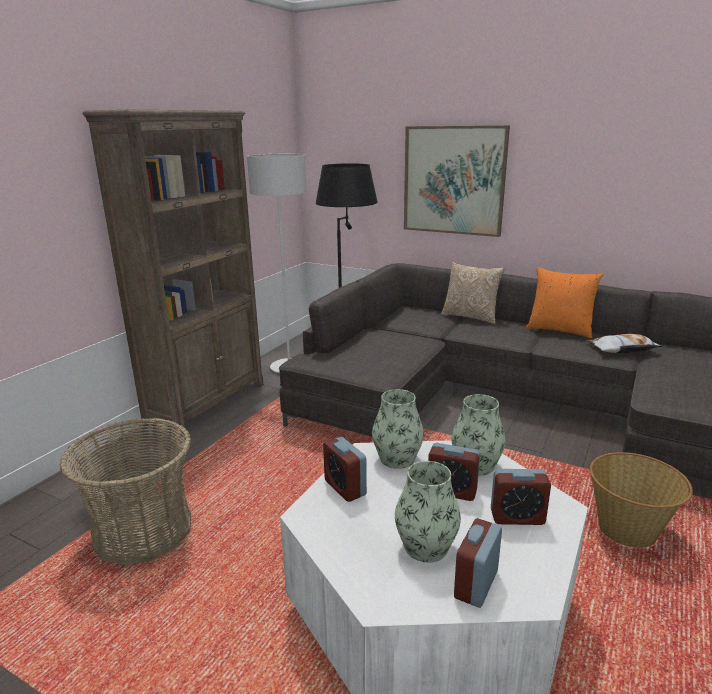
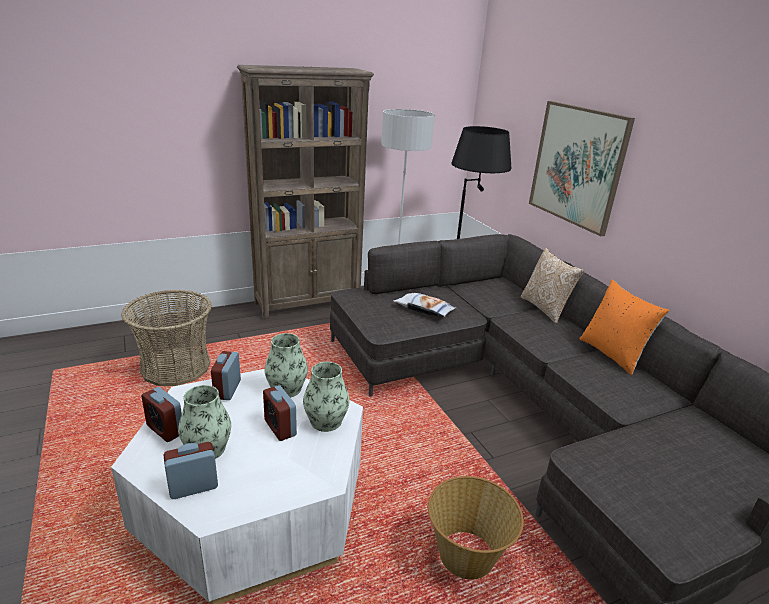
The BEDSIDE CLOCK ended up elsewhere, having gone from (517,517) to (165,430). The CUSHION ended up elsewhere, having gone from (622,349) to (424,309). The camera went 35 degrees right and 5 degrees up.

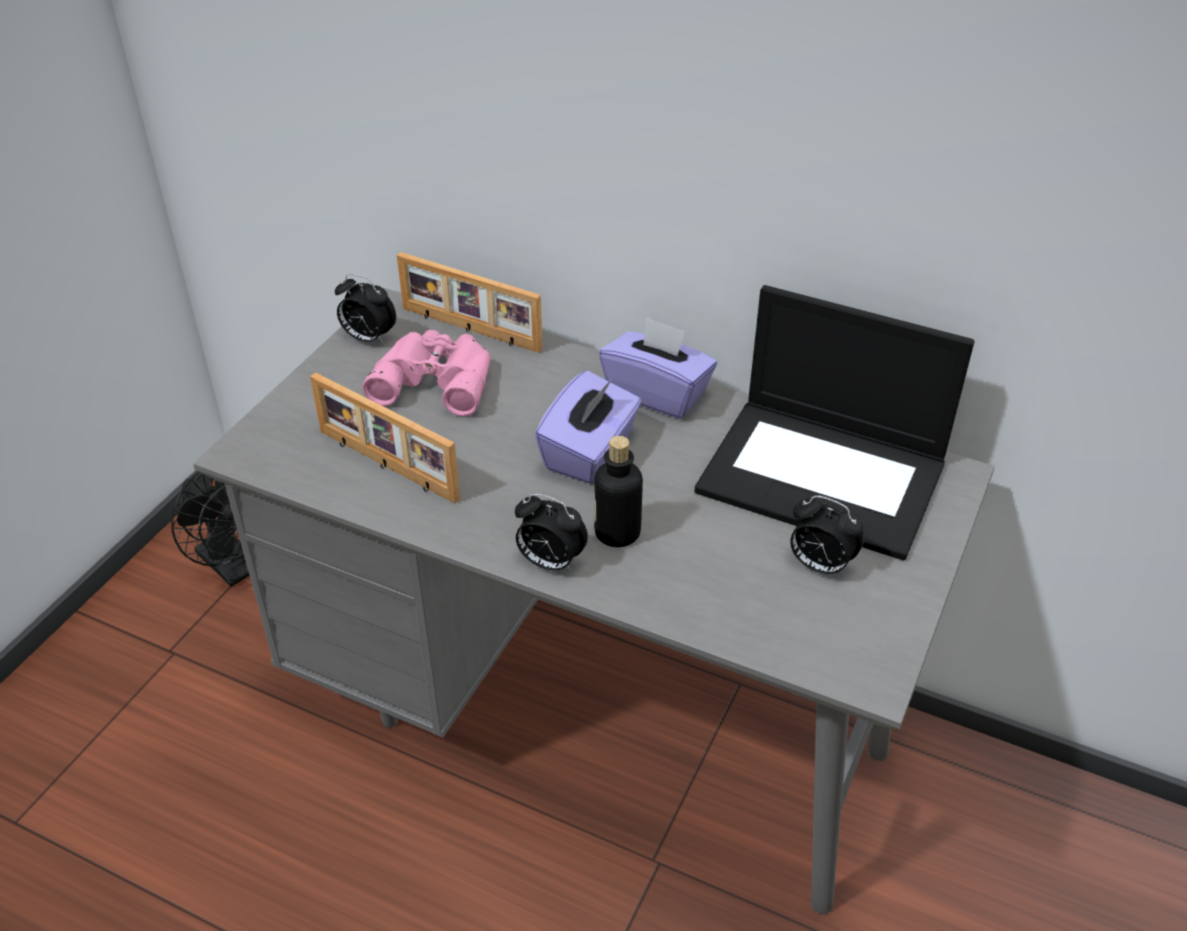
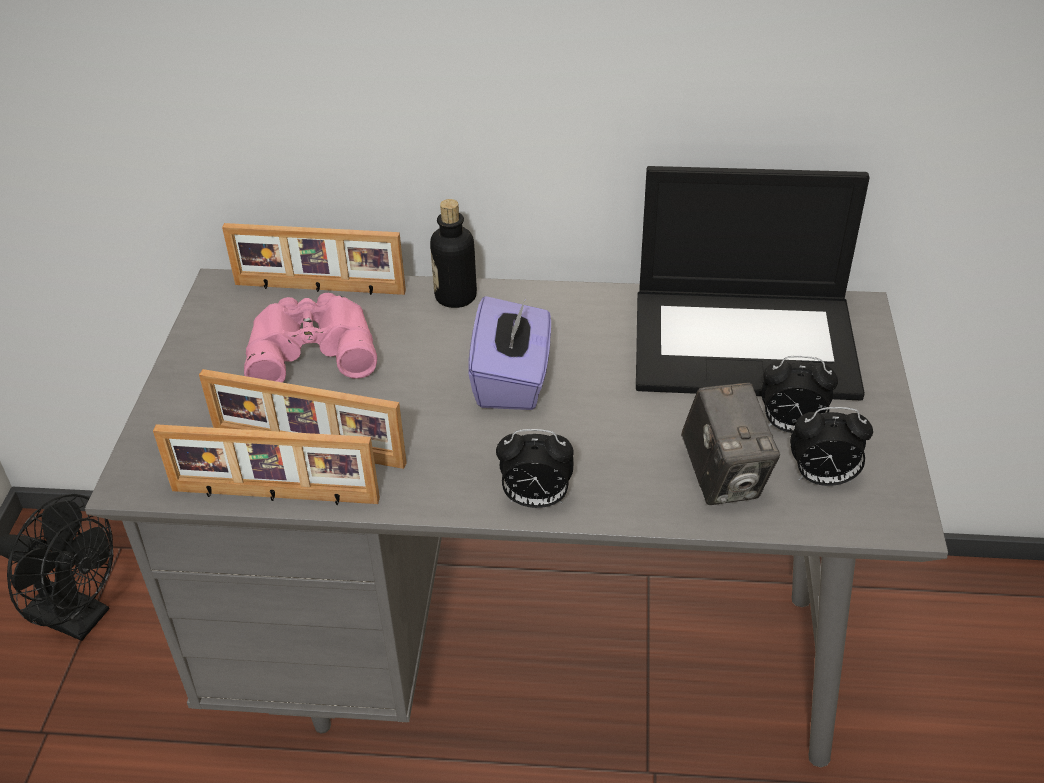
The second view gained the STANDING FRAME at (274,496). The BEVERAGE BOTTLE ended up elsewhere, having gone from (617,532) to (455,296). The second view gained the PHOTO CAMERA at (724,477). The BEDSIDE CLOCK ended up elsewhere, having gone from (368,338) to (822,478). The second view lost the PURPLE-COLOURED TISSUE BOX at (657,393). The camera went 20 degrees left and 0 degrees up.

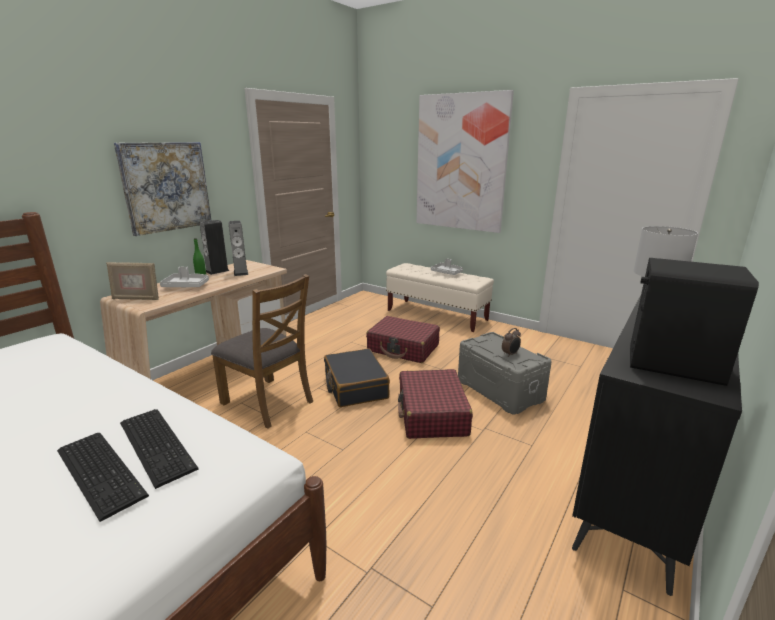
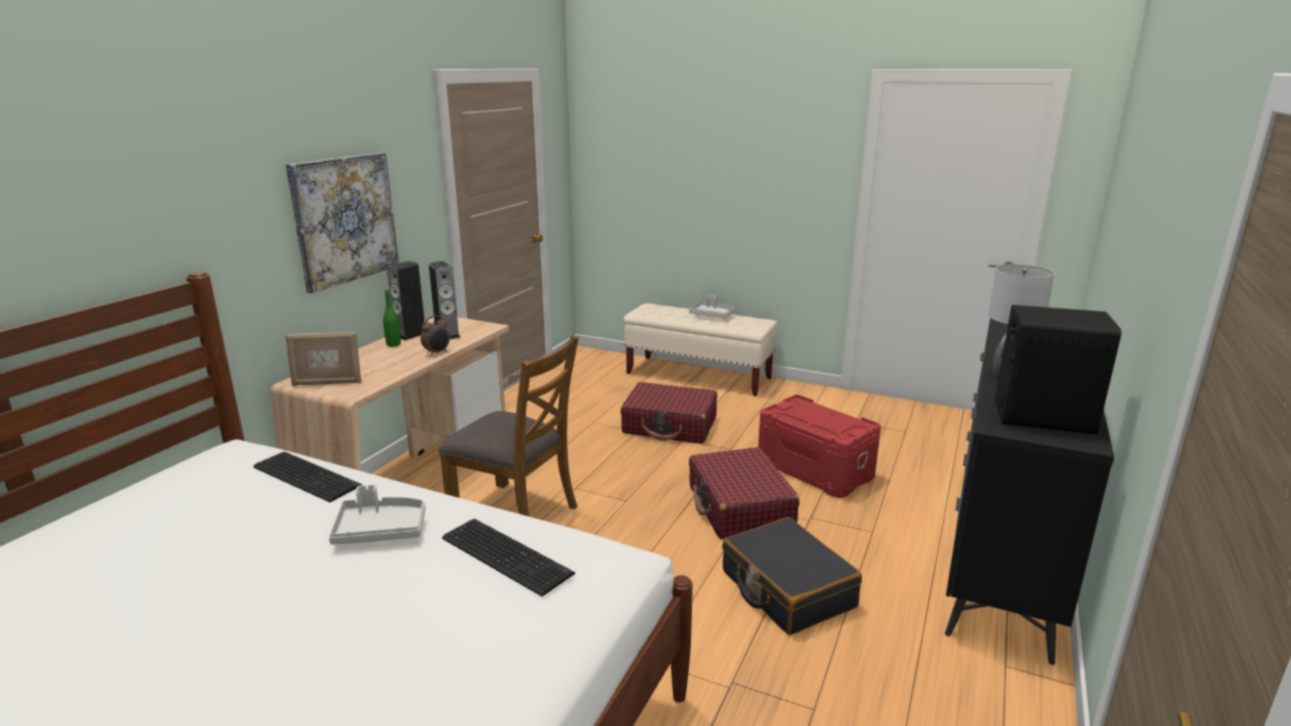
The KEYBOARD ended up elsewhere, having gone from (102,470) to (307,475). The GREYISH CARRYING TRAY ended up elsewhere, having gone from (186,286) to (380,530). The BEDSIDE CLOCK ended up elsewhere, having gone from (510,354) to (437,353). The BLACK-COLOURED PIECE OF LUGGAGE ended up elsewhere, having gone from (355,386) to (786,589). What was the GREYISH STORAGE BOX at (500,390) turned into the RED-COLOURED STORAGE BOX at (815,469). The second view lost the WALL ART at (461,163). The camera went 10 degrees left and 0 degrees up.

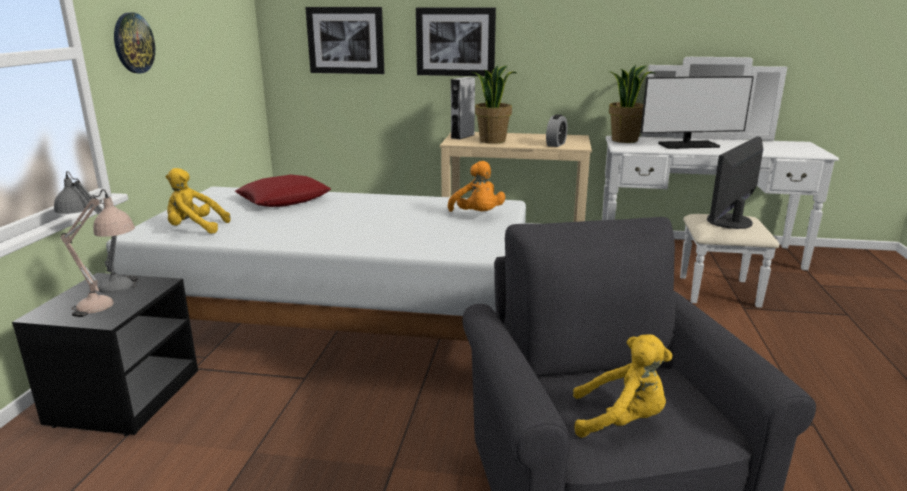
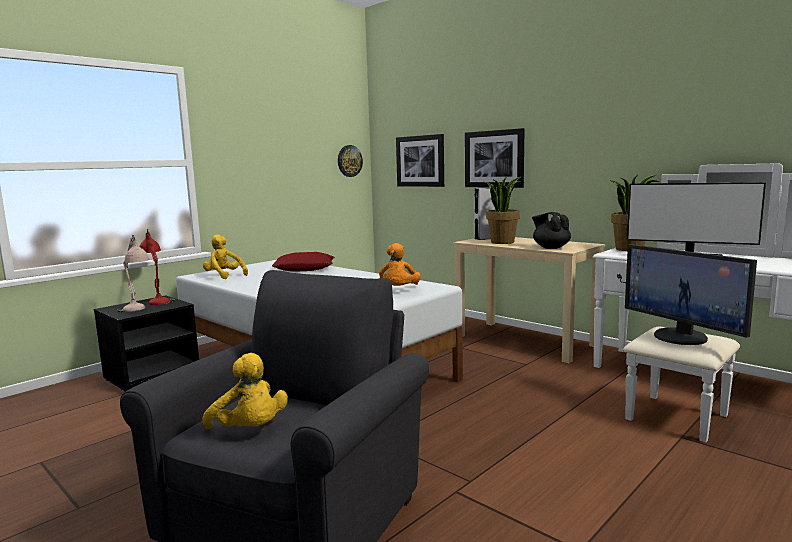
What was the GREYISH TABLE LAMP at (104,283) turned into the RED-COLOURED TABLE LAMP at (158,300). The CLOCK ON THE WALL ended up elsewhere, having gone from (133,43) to (349,161). Where the BEDSIDE CLOCK stood at (556,144), the BLACK-COLOURED TEA POT came to stand at (550,247). The COMPUTER SCREEN at (730,222) ended up facing another way, 105 degrees counterclockwise from before. The camera went 35 degrees right and 10 degrees down.

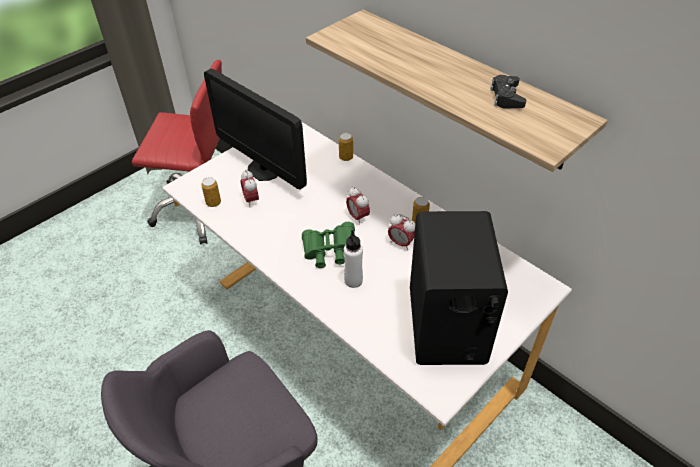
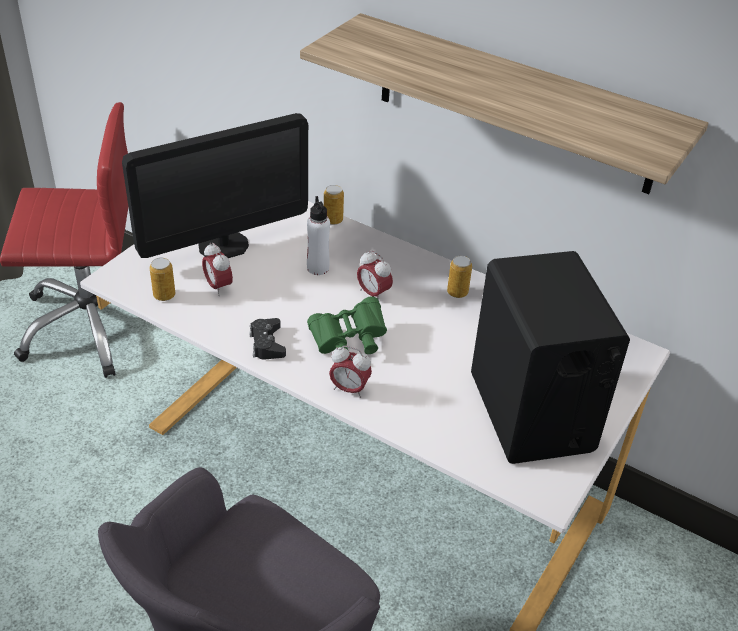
The COMPUTER SCREEN at (264,169) ended up facing another way, 60 degrees counterclockwise from before. The BLACK-COLOURED GAMEPAD ended up elsewhere, having gone from (506,97) to (267,344). The WHITISH BEVERAGE BOTTLE ended up elsewhere, having gone from (353,281) to (318,268). The BEDSIDE CLOCK ended up elsewhere, having gone from (401,243) to (349,389). The camera went 15 degrees left and 5 degrees down.

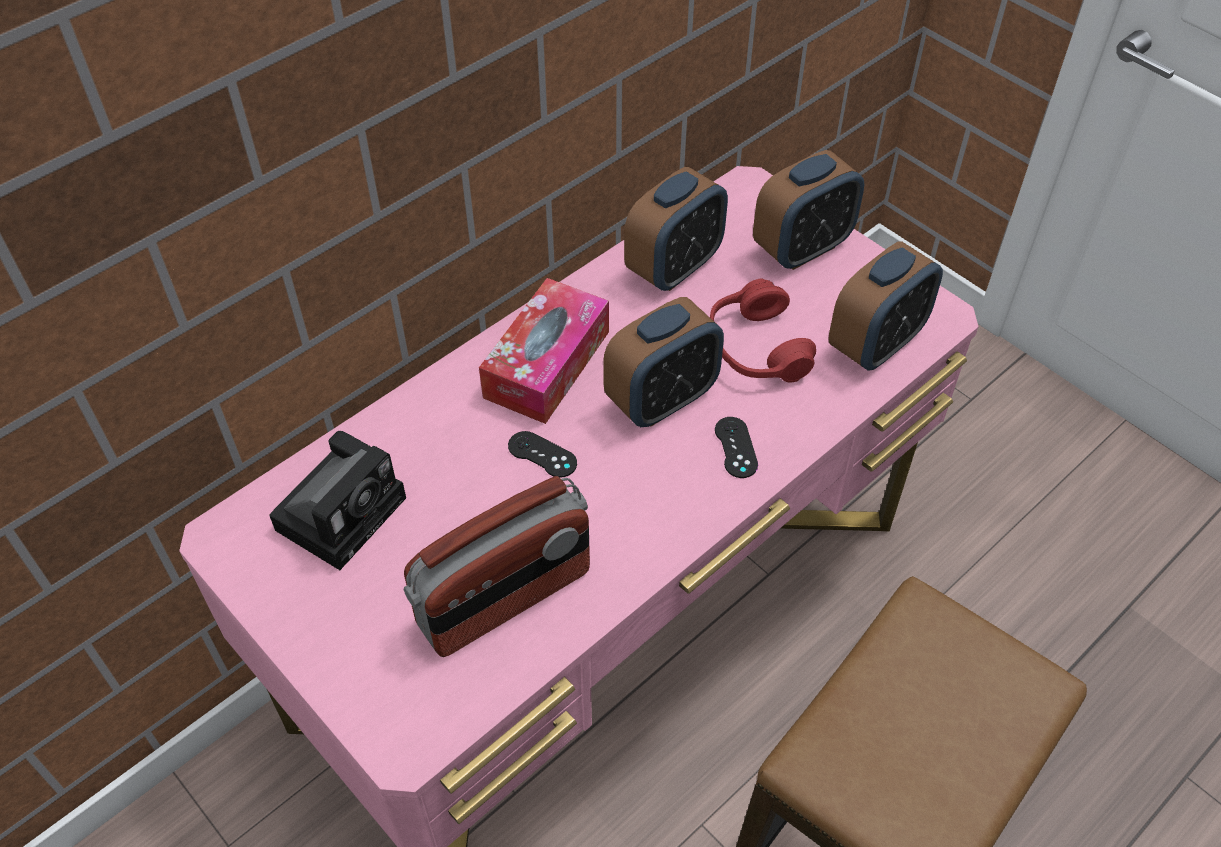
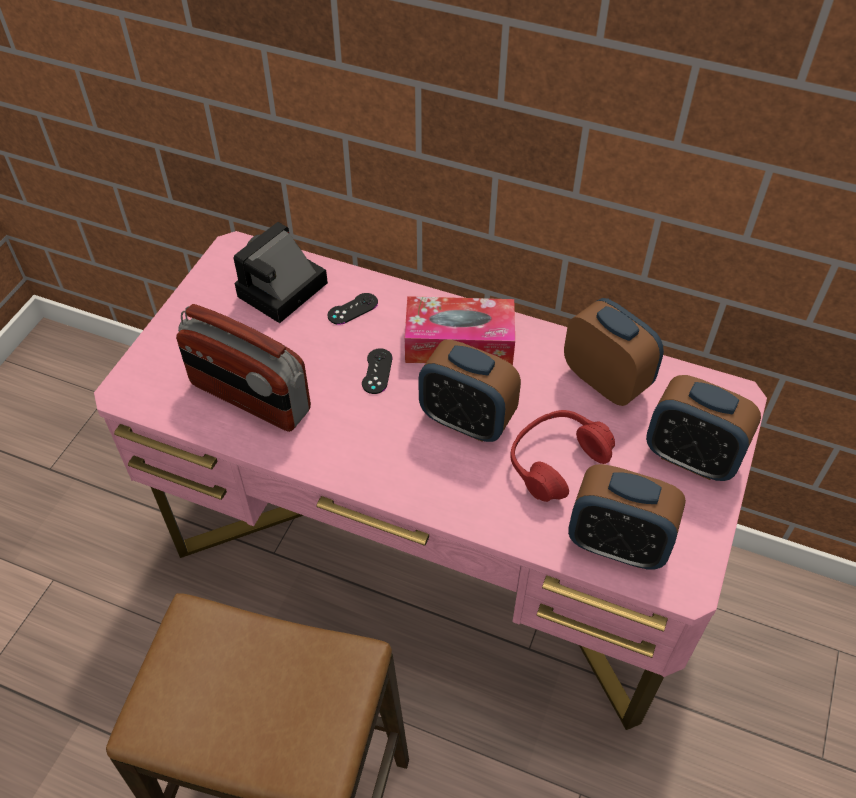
The PHOTO CAMERA at (344,509) ended up facing another way, 120 degrees clockwise from before. The BLACK-COLOURED GAMEPAD ended up elsewhere, having gone from (736,447) to (352,309). The BEDSIDE CLOCK at (674,267) ended up facing another way, 150 degrees counterclockwise from before. The camera went 65 degrees right and 0 degrees up.

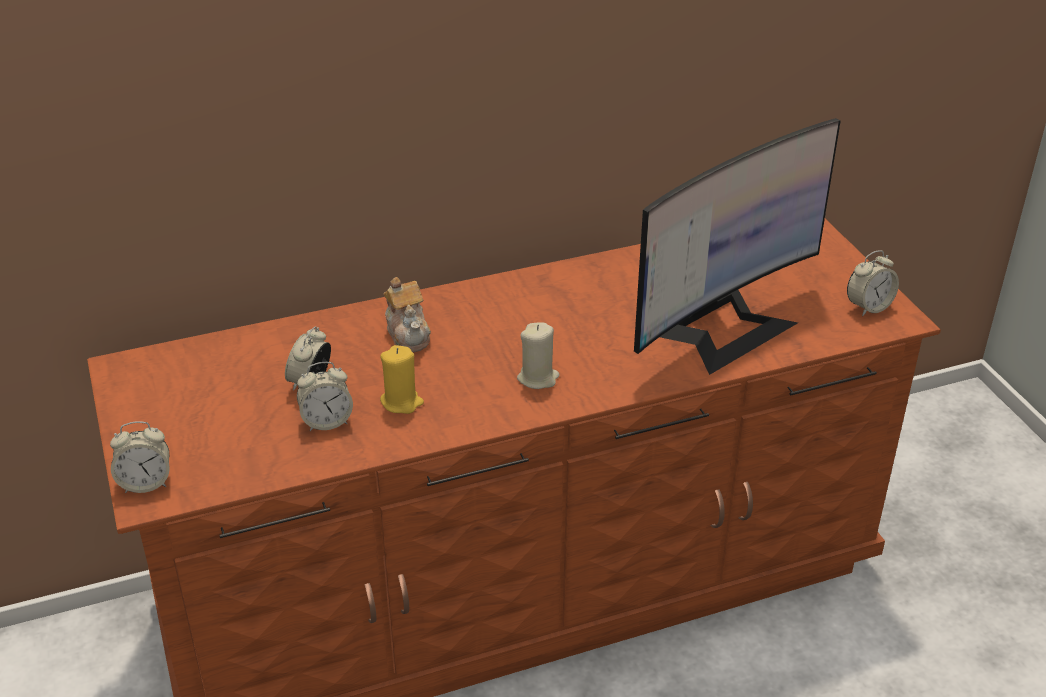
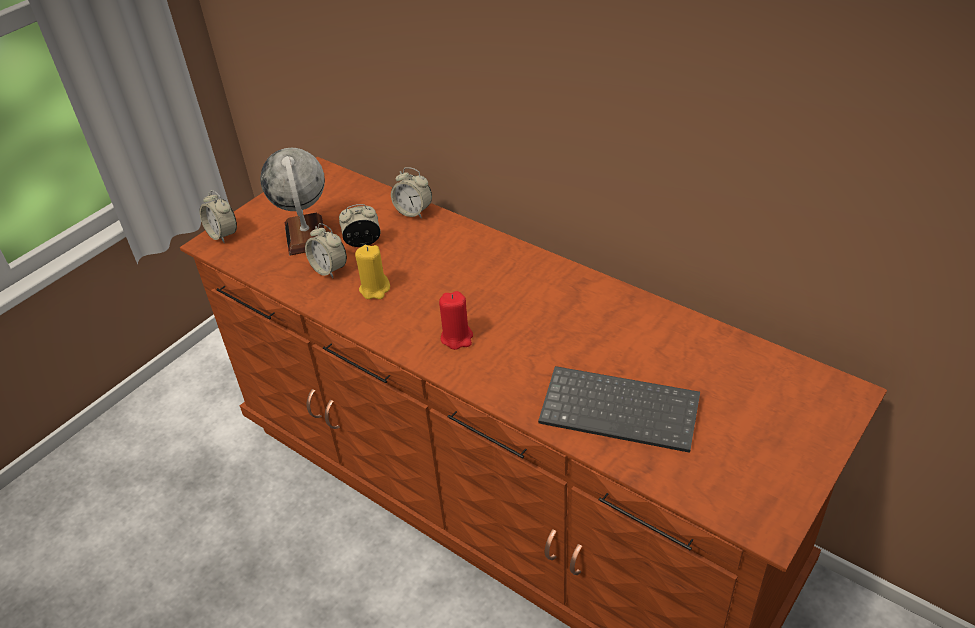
The second view gained the WORLD GLOBE at (306,235). The BEDSIDE CLOCK ended up elsewhere, having gone from (868,307) to (413,211). What was the SAND-COLOURED WAX CANDLE at (538,378) turned into the RED-COLOURED WAX CANDLE at (457,337). Where the COMPUTER SCREEN stood at (723,328), the KEYBOARD came to stand at (621,409). The second view lost the TEA POT at (408,334). The camera went 60 degrees right and 5 degrees up.

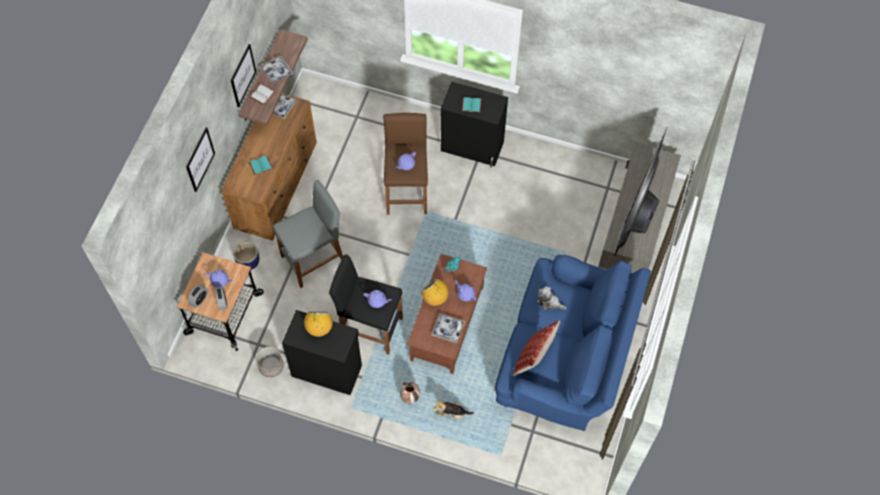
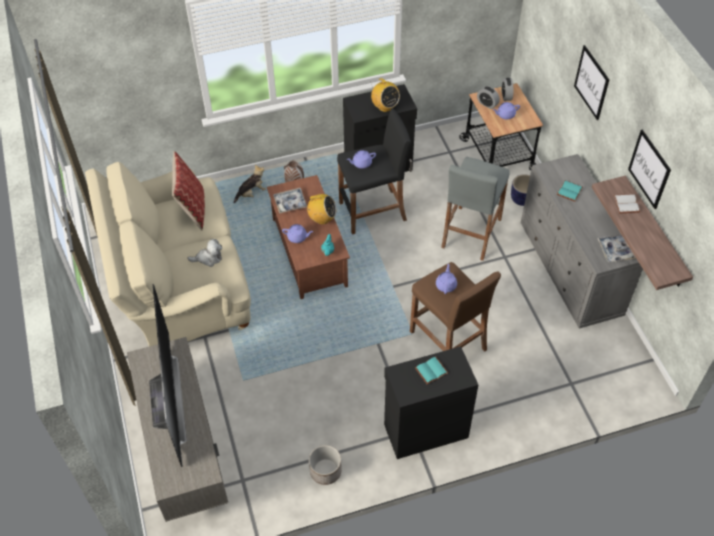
What was the BLUE SOFA at (565,359) turned into the SAND-COLOURED SOFA at (180,285). The PLANT POT ended up elsewhere, having gone from (271,366) to (325,471). What was the BROWN-COLOURED DRESSER at (276,185) turned into the GREYISH DRESSER at (570,270). The second view lost the CARRYING TRAY at (276,72). The camera went 145 degrees right and 10 degrees down.

